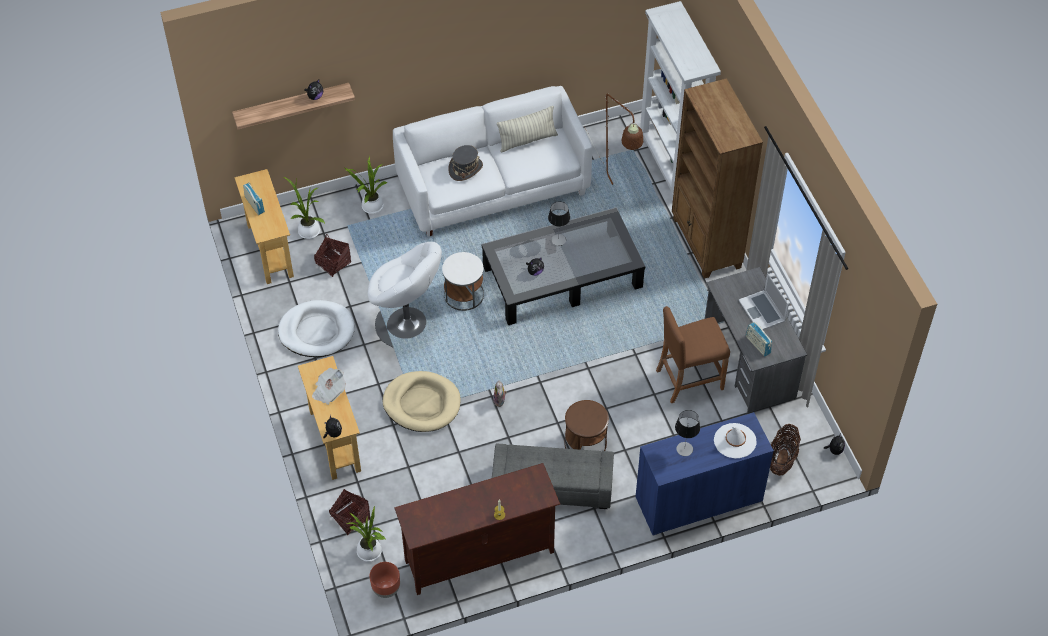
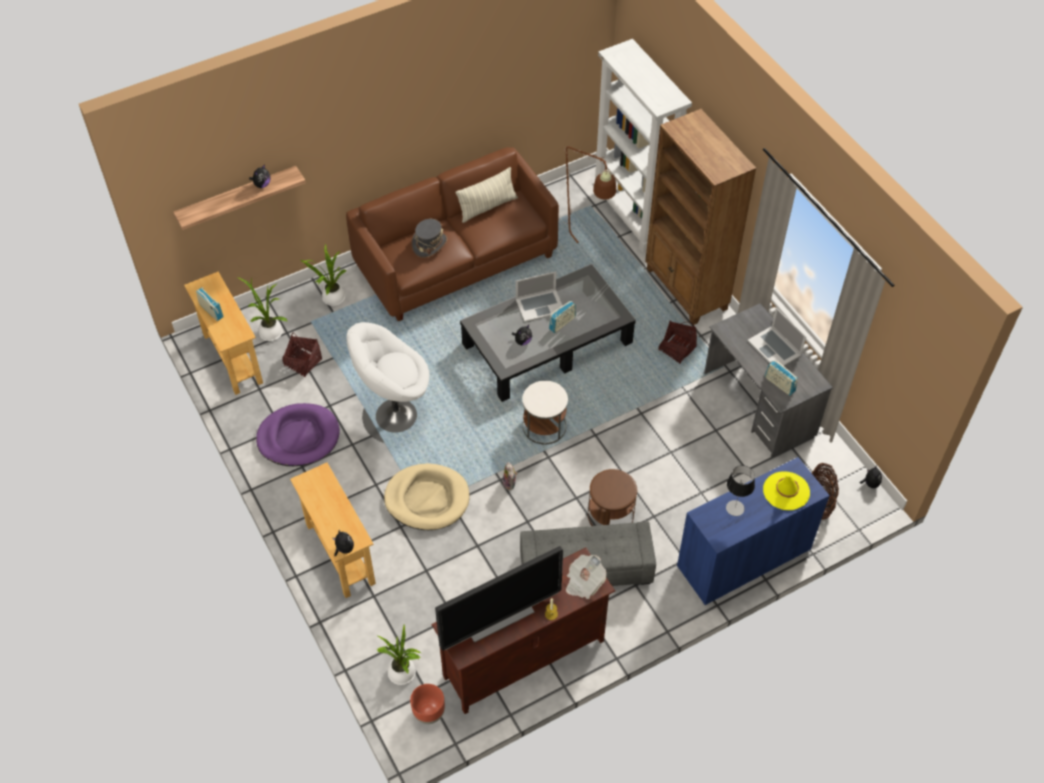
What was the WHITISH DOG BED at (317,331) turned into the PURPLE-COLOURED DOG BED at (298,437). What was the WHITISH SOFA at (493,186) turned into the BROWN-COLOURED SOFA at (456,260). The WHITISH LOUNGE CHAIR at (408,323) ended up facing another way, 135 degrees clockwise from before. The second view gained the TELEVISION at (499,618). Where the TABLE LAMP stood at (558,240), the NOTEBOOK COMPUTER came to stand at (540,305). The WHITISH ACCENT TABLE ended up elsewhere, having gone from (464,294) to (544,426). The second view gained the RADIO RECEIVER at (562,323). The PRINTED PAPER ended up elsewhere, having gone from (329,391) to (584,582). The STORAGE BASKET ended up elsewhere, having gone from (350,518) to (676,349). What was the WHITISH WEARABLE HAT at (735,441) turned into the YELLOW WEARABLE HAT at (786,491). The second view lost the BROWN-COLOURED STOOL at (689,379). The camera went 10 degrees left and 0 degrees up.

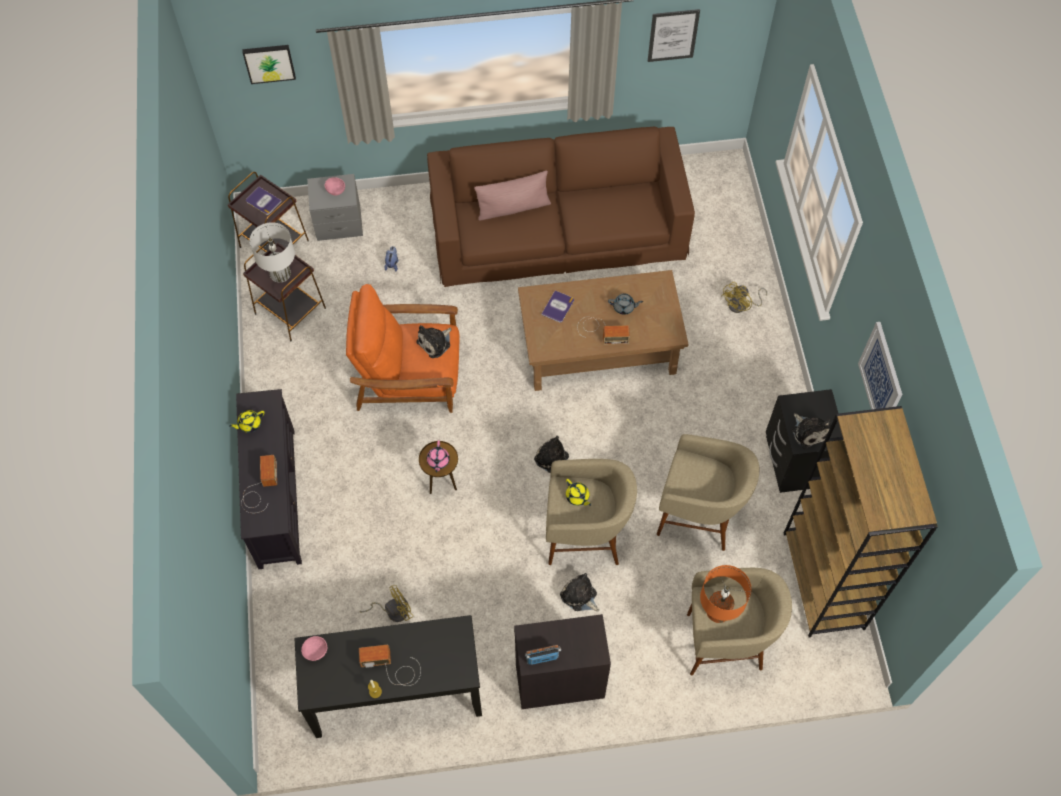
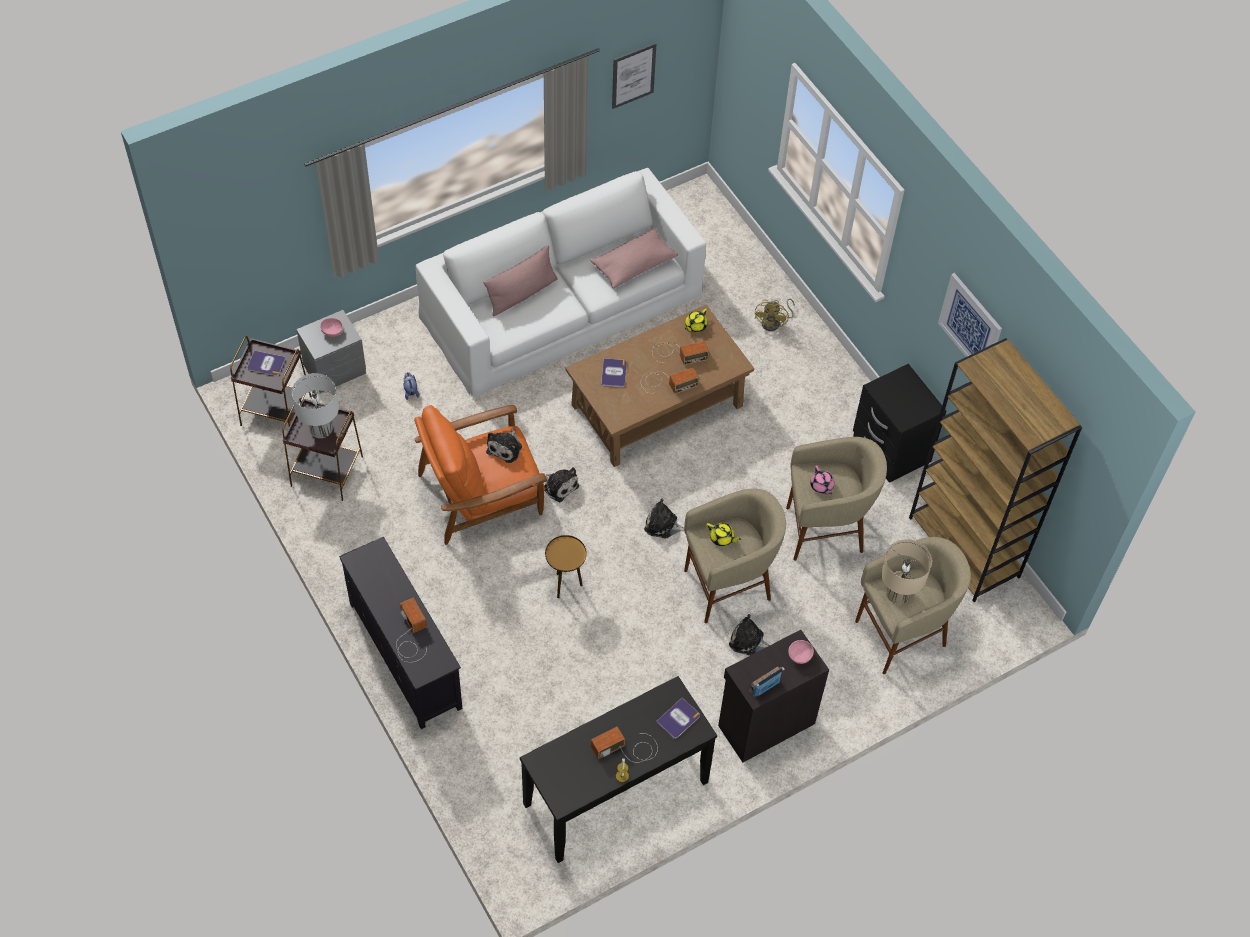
What was the BROWN-COLOURED SOFA at (558,228) turned into the WHITISH SOFA at (562,304). The CUDDLY TOY ended up elsewhere, having gone from (808,432) to (559,486). The second view gained the PINK-COLOURED CUSHION at (633,265). Where the GREYISH TEA POT stood at (624,307), the RADIO RECEIVER came to stand at (677,353). The second view gained the BOUND BOOK at (678,719). The YELLOW TEA POT ended up elsewhere, having gone from (249,424) to (695,326). The PINK-COLOURED DEEP DISH ended up elsewhere, having gone from (315,651) to (799,655). The PINK-COLOURED TEA POT ended up elsewhere, having gone from (438,461) to (821,486). What was the ORANGE-COLOURED TABLE LAMP at (718,611) turned into the SAND-COLOURED TABLE LAMP at (898,593). The second view lost the WALL ART at (269,62). The second view lost the YELLOW ELECTRIC FAN at (393,611). The camera went 25 degrees left and 5 degrees down.

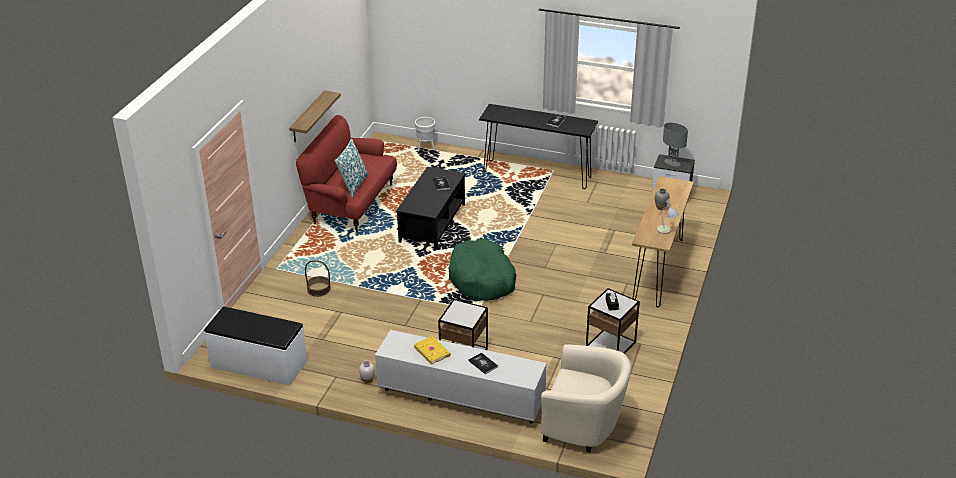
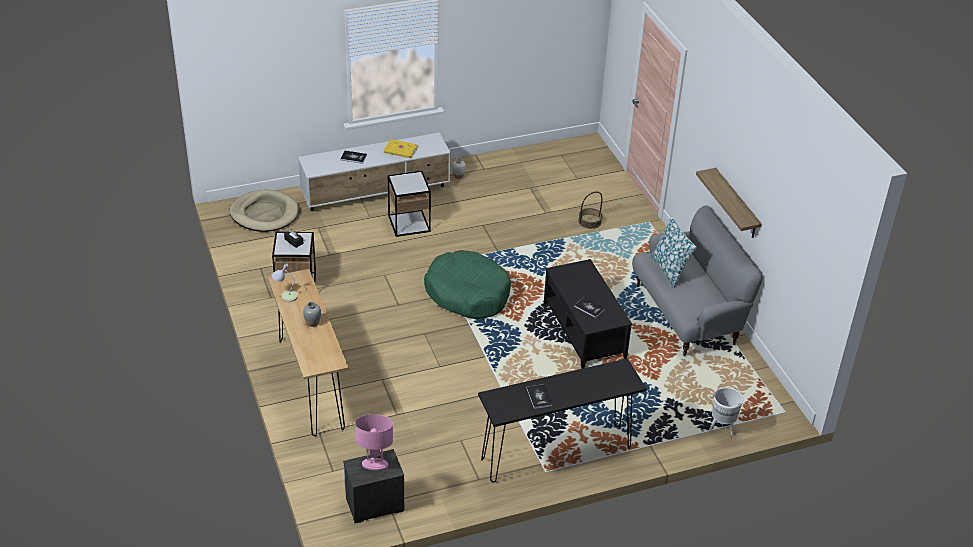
Where the SAND-COLOURED LOUNGE CHAIR stood at (585,426), the SAND-COLOURED DOG BED came to stand at (264,214). What was the GREYISH TABLE LAMP at (672,164) turned into the PINK-COLOURED TABLE LAMP at (375,464). What was the RED-COLOURED SOFA at (351,204) turned into the GREYISH SOFA at (687,314). The second view lost the WHITISH LONG SEAT at (258,364). The camera went 140 degrees right and 5 degrees up.

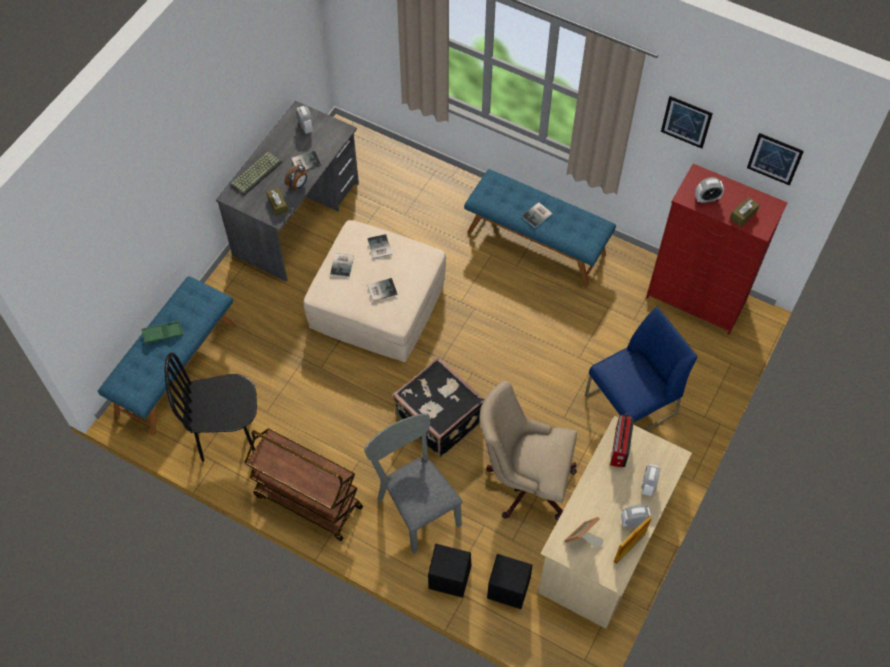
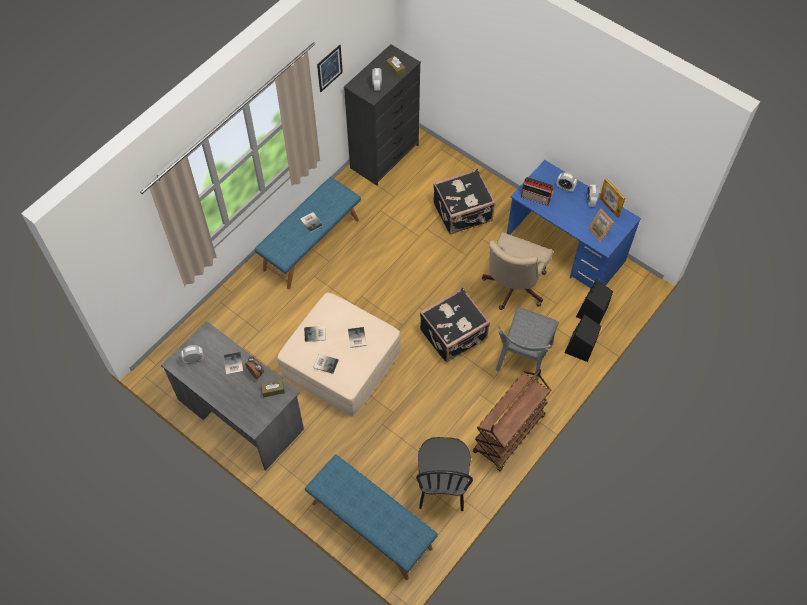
What was the RED-COLOURED DRESSER at (697,298) turned into the BLACK-COLOURED DRESSER at (385,156). Where the BLUE PLAIN CHAIR stood at (631,405), the BLACK-COLOURED PIECE OF LUGGAGE came to stand at (463,213). The GREYISH PLAIN CHAIR at (416,506) ended up facing another way, 45 degrees counterclockwise from before. What was the SAND-COLOURED DESK TABLE at (605,543) turned into the BLUE DESK TABLE at (565,249). The second view lost the GREEN-COLOURED CARRYING TRAY at (163,334). The second view lost the KEYBOARD at (256,173). The second view lost the WALL ART at (774,159). The camera went 80 degrees left and 0 degrees up.

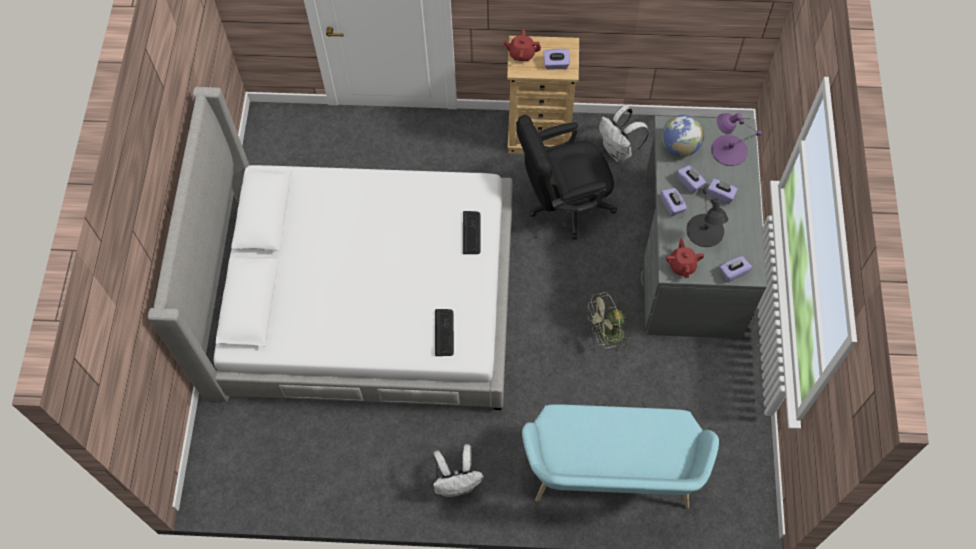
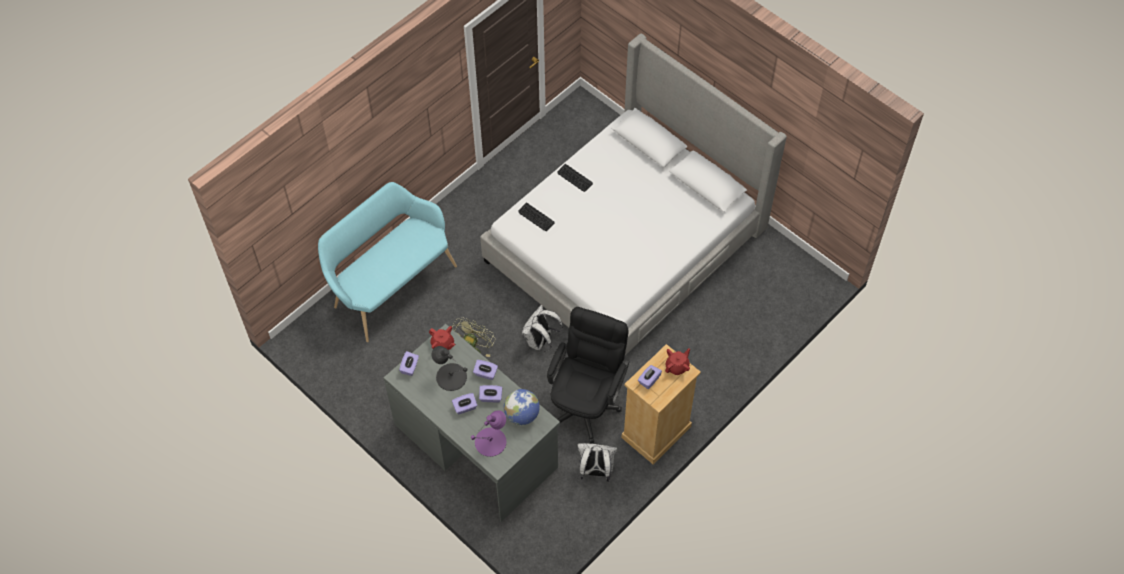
The WHITISH RUCKSACK ended up elsewhere, having gone from (457,483) to (540,341). The KEYBOARD ended up elsewhere, having gone from (471,233) to (574,178). The camera went 130 degrees right and 5 degrees down.

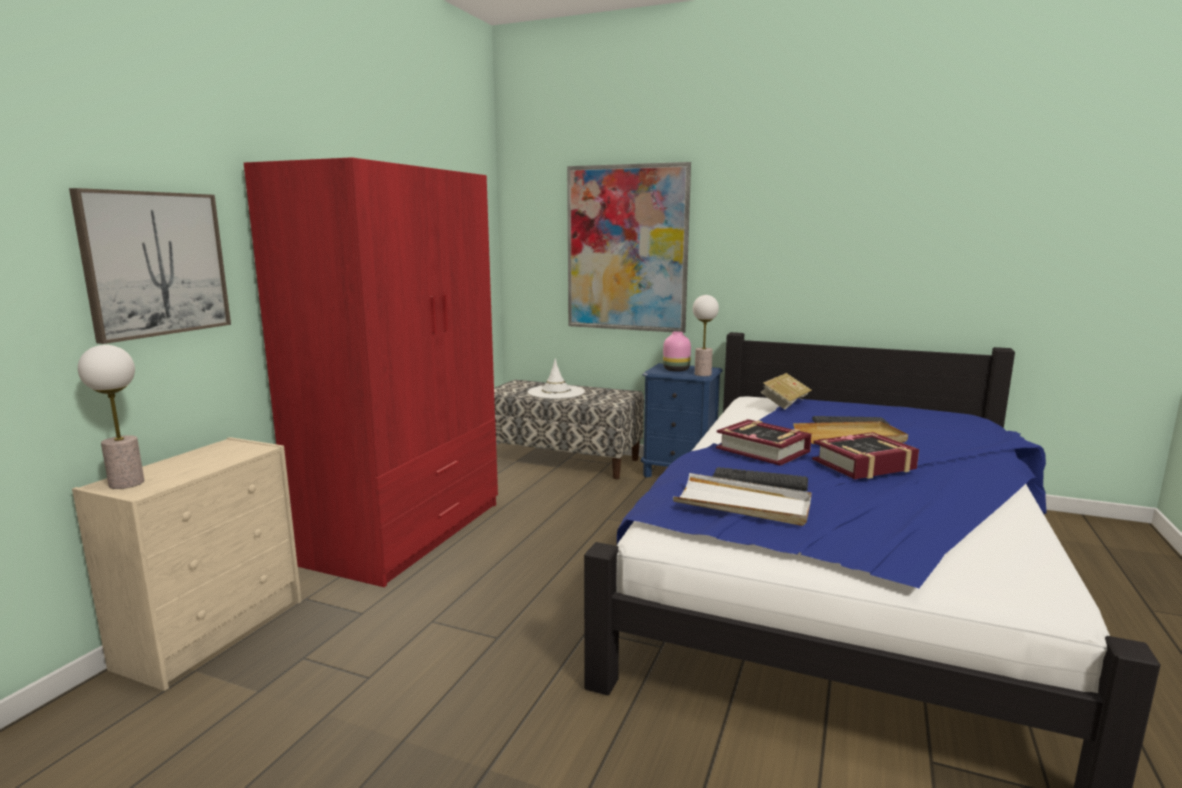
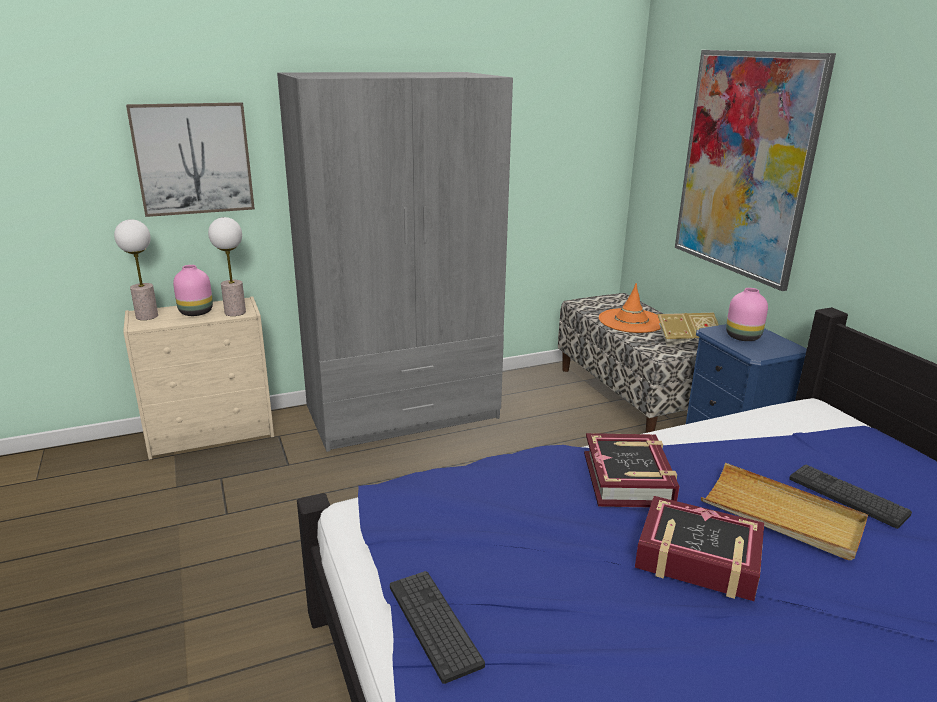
The second view gained the PINK-COLOURED FLOWER VASE at (196,312). The TABLE LAMP ended up elsewhere, having gone from (703,374) to (235,312). What was the RED-COLOURED CLOTHES CUPBOARD at (405,532) turned into the GREYISH CLOTHES CUPBOARD at (403,412). The KEYBOARD ended up elsewhere, having gone from (759,480) to (434,624). What was the WHITISH WEARABLE HAT at (556,392) turned into the ORANGE-COLOURED WEARABLE HAT at (631,321). The BOUND BOOK ended up elsewhere, having gone from (784,403) to (686,341). The second view lost the WHITISH CARRYING TRAY at (743,504). The camera went 45 degrees right and 10 degrees up.

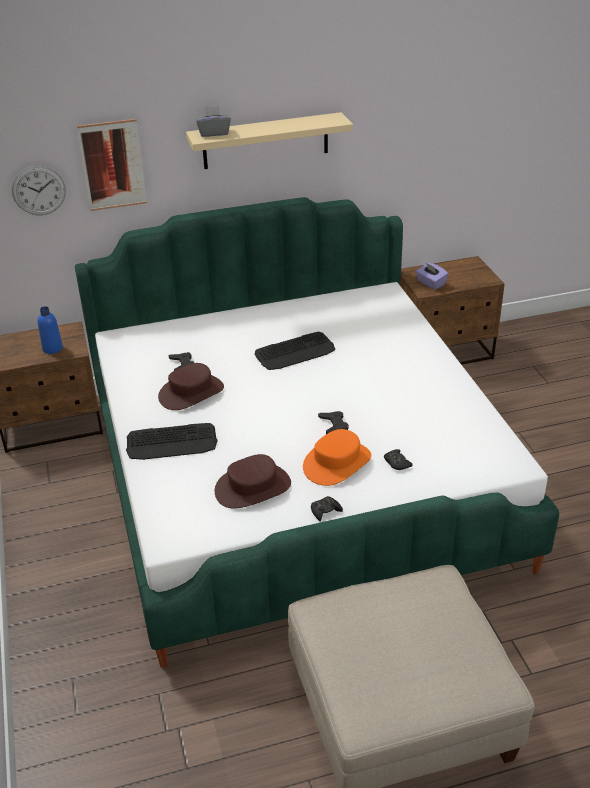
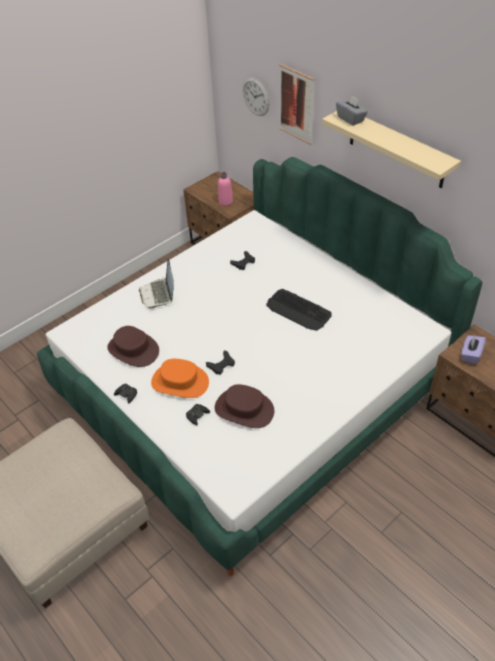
Where the KEYBOARD stood at (172,442), the NOTEBOOK COMPUTER came to stand at (159,294). The BROWN-COLOURED WEARABLE HAT ended up elsewhere, having gone from (191,392) to (244,409). What was the BLUE BEVERAGE BOTTLE at (52,348) turned into the PINK-COLOURED BEVERAGE BOTTLE at (225,201). The camera went 65 degrees right and 10 degrees up.

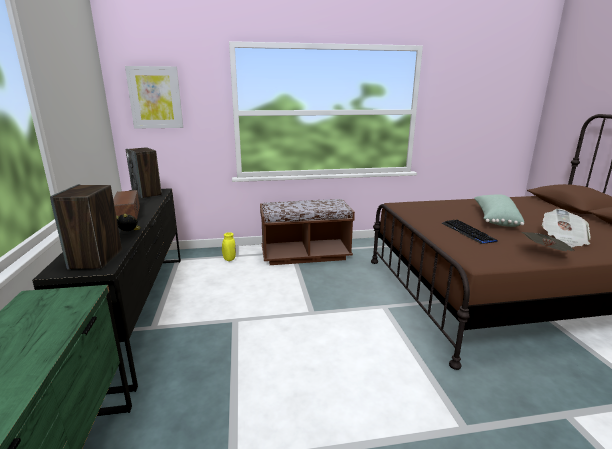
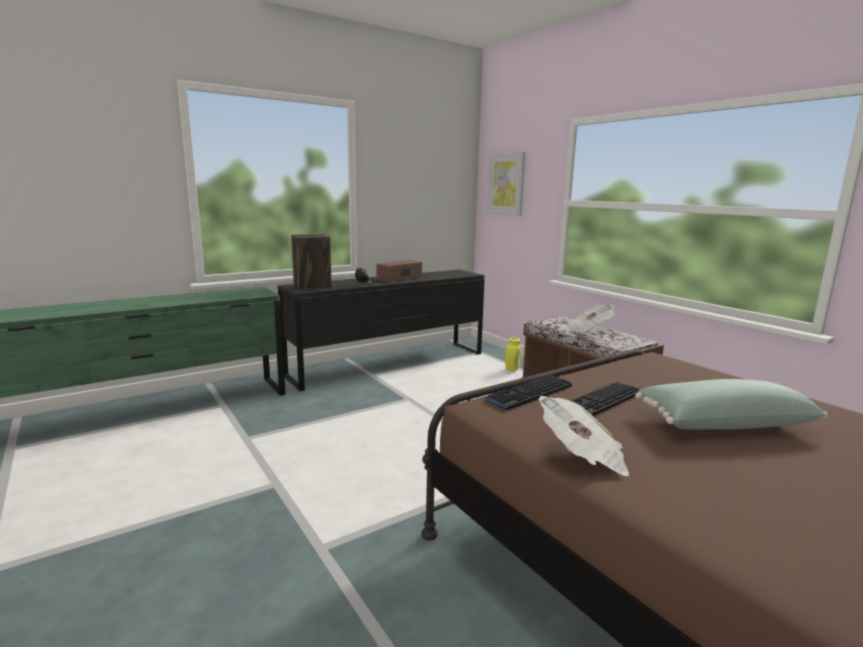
The second view gained the KEYBOARD at (528,393). The PRINTED PAPER ended up elsewhere, having gone from (563,239) to (588,330). The second view lost the AUDIO SPEAKER at (147,194). The camera went 65 degrees right and 5 degrees down.

